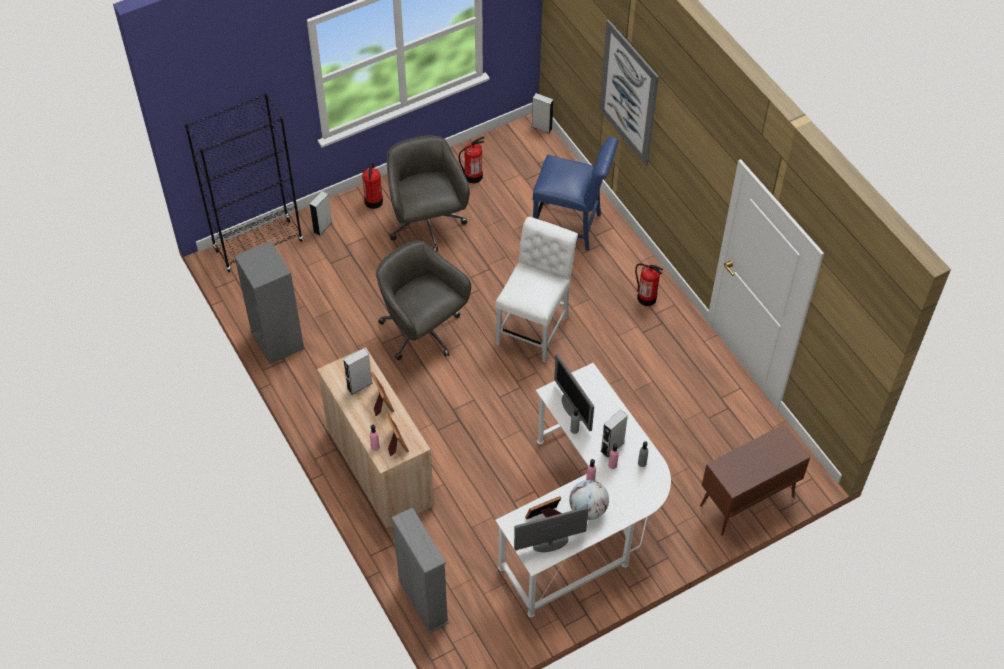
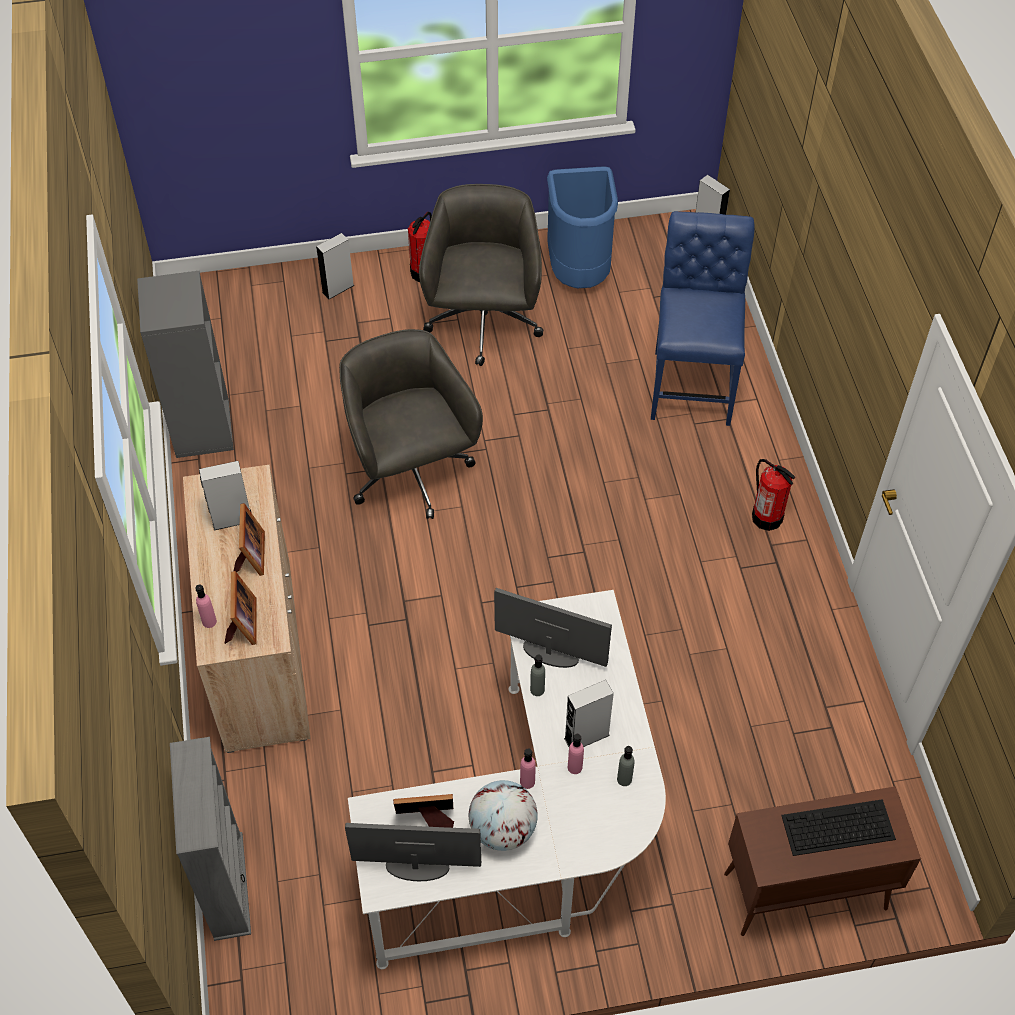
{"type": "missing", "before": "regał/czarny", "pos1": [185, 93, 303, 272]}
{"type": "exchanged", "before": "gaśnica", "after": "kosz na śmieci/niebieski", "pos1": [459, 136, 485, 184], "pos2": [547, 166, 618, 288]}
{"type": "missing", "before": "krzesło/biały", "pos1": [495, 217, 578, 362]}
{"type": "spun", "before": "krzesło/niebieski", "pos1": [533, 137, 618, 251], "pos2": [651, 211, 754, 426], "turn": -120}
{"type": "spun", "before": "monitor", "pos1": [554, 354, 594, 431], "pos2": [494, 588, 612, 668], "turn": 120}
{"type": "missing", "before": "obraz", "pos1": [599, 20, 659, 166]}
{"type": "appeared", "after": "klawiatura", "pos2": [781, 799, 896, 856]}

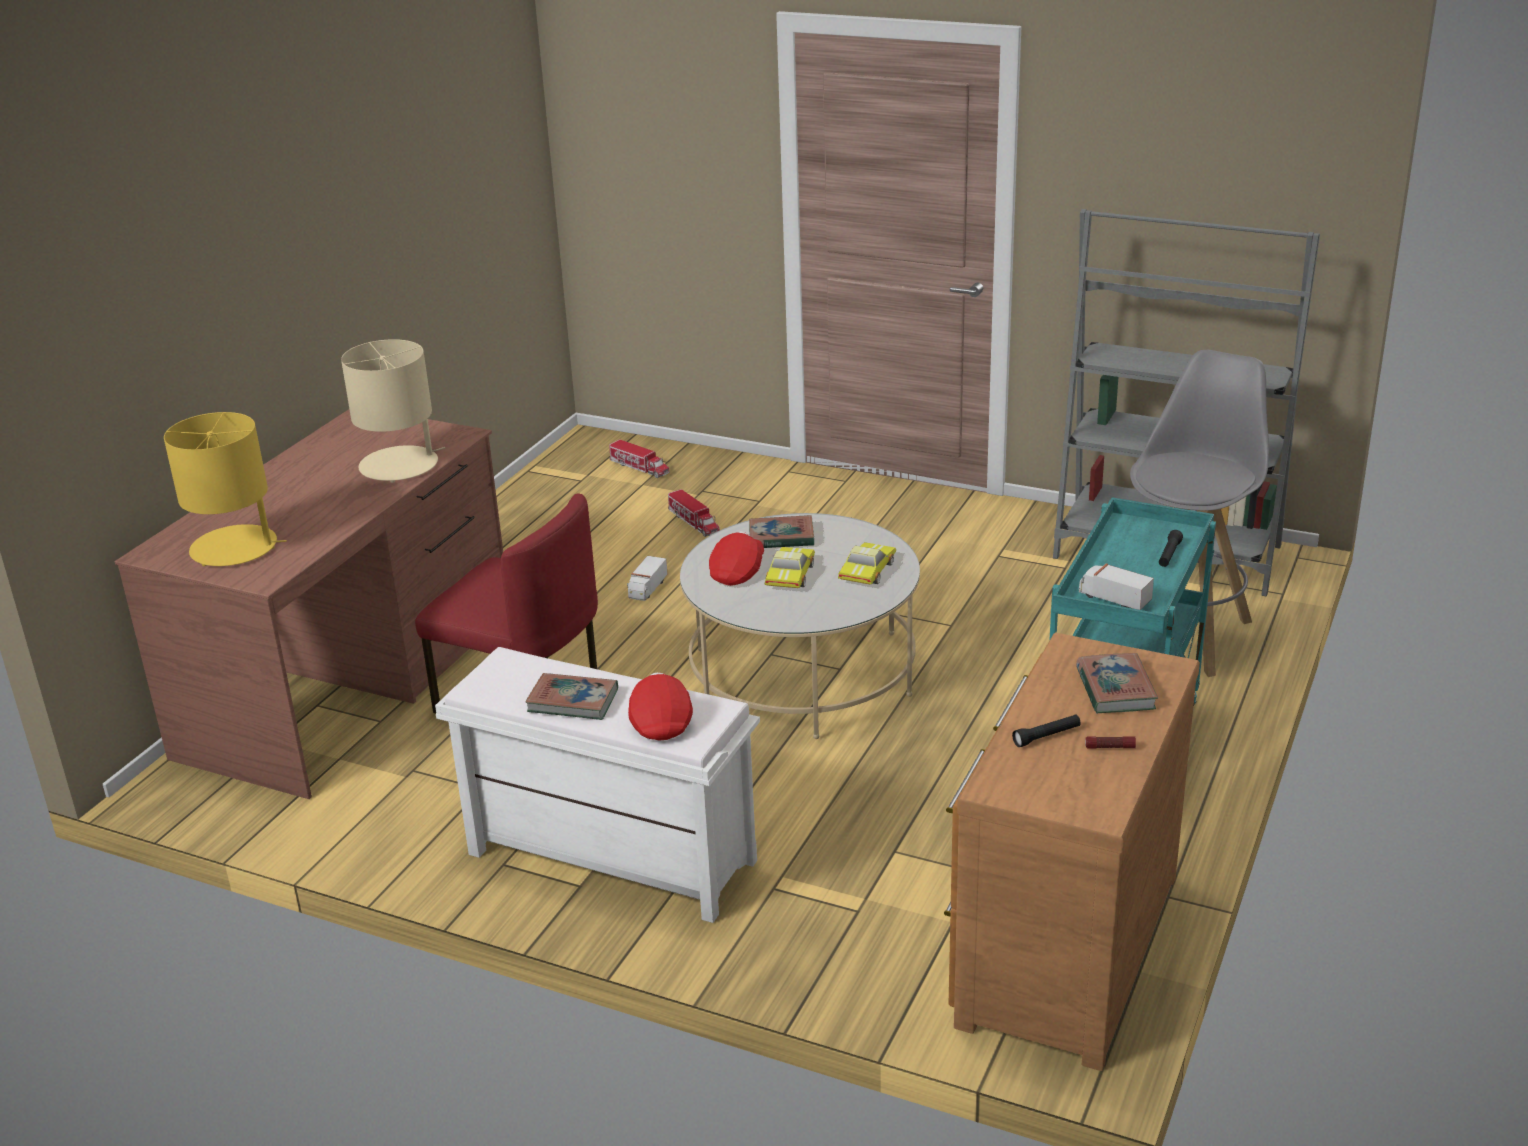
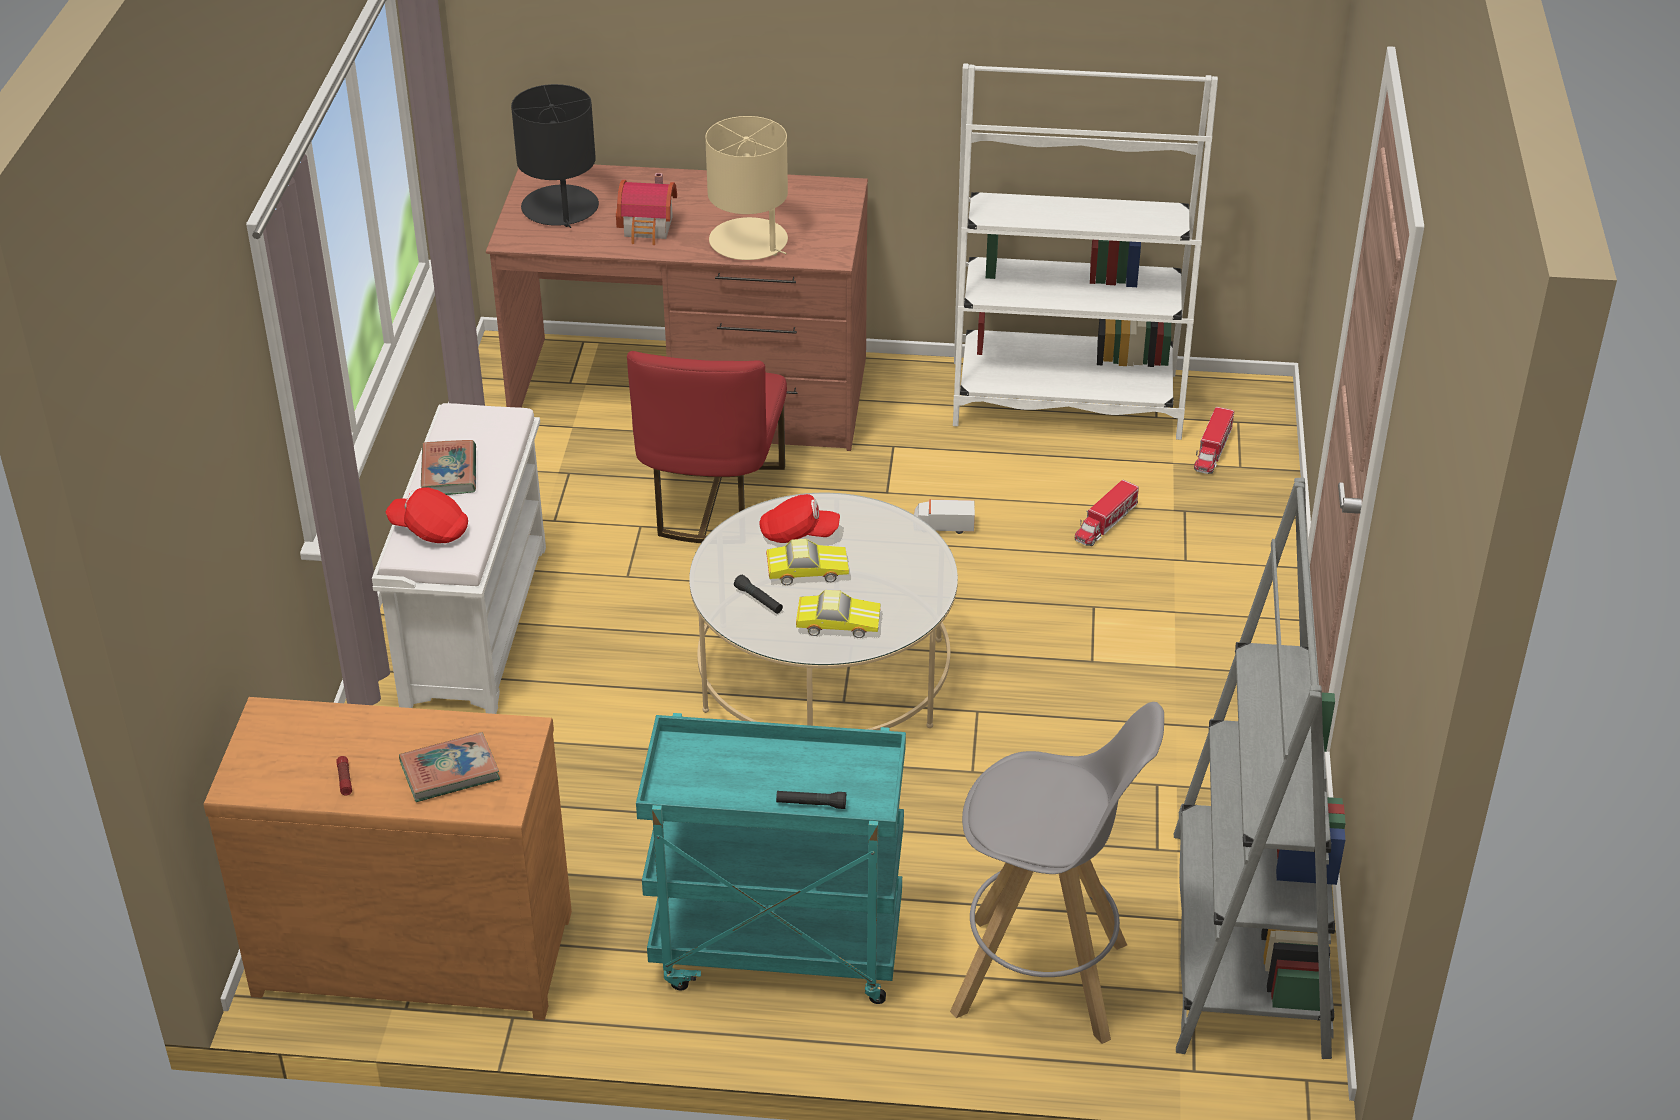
{"type": "colour", "before": "lampa stołowa/żółty", "after": "lampa stołowa/czarny", "pos1": [164, 412, 287, 566], "pos2": [511, 84, 599, 228]}
{"type": "spun", "before": "czapka z daszkiem/czerwony", "pos1": [628, 672, 693, 741], "pos2": [386, 487, 468, 543], "turn": -135}
{"type": "missing", "before": "książka", "pos1": [749, 515, 814, 548]}
{"type": "relocated", "before": "latarka/czarny", "pos1": [1012, 714, 1081, 747], "pos2": [734, 575, 783, 614]}
{"type": "missing", "before": "ciężarówka zabawkowa", "pos1": [1079, 564, 1154, 610]}
{"type": "appeared", "after": "domek", "pos2": [616, 173, 677, 245]}
{"type": "appeared", "after": "regał/biały", "pos2": [953, 63, 1218, 440]}

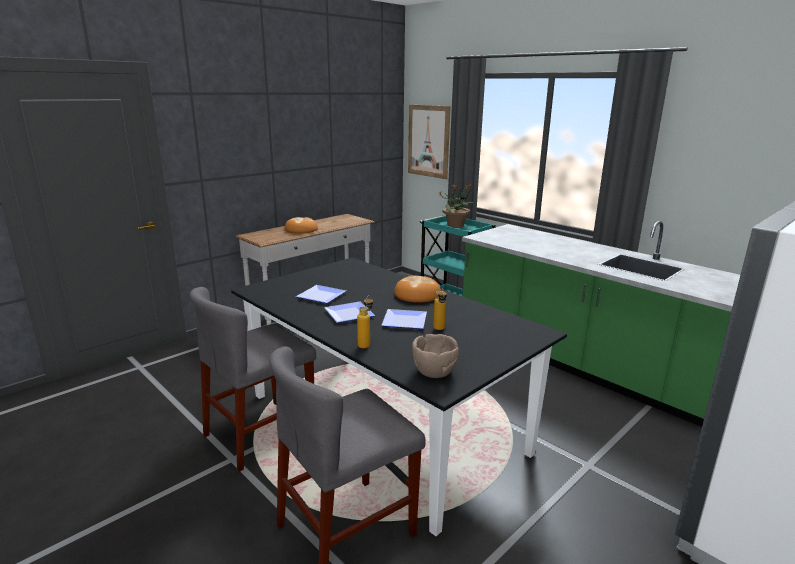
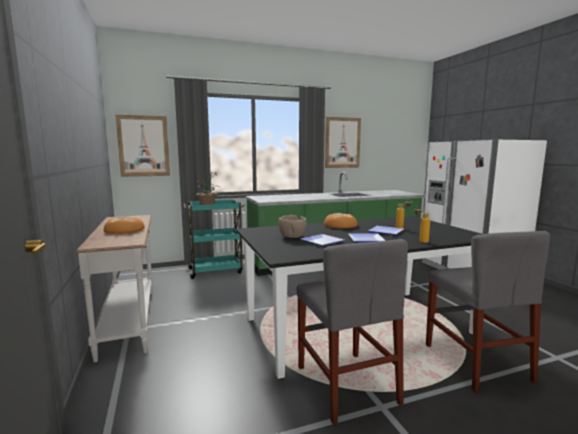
{"type": "relocated", "before": "miska/brązowy", "pos1": [412, 334, 459, 378], "pos2": [278, 215, 307, 238]}
{"type": "appeared", "after": "obraz", "pos2": [325, 117, 361, 168]}

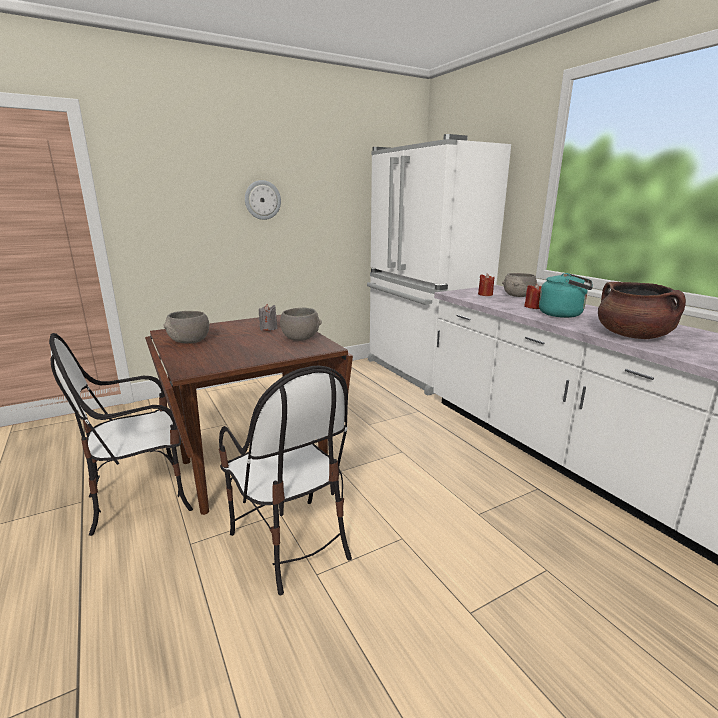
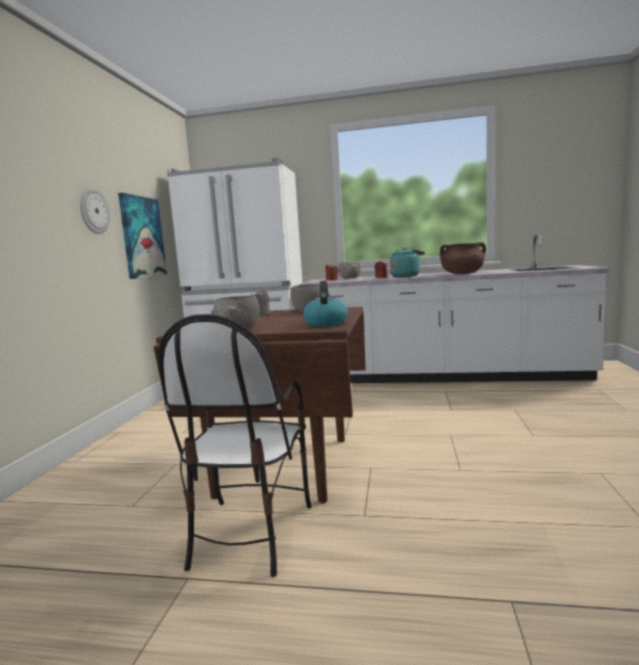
{"type": "missing", "before": "krzesło", "pos1": [219, 366, 352, 595]}
{"type": "appeared", "after": "obraz", "pos2": [118, 193, 167, 279]}
{"type": "appeared", "after": "czajnik", "pos2": [303, 281, 348, 326]}

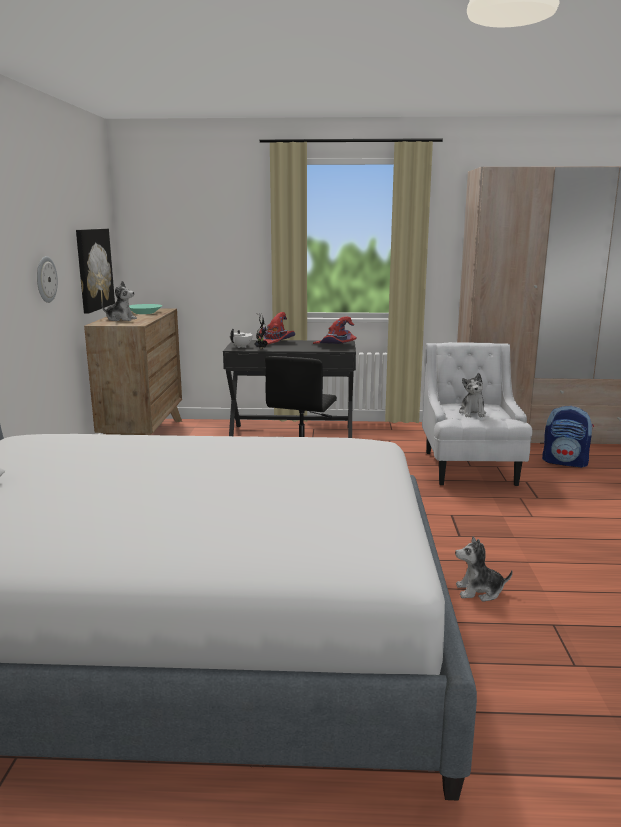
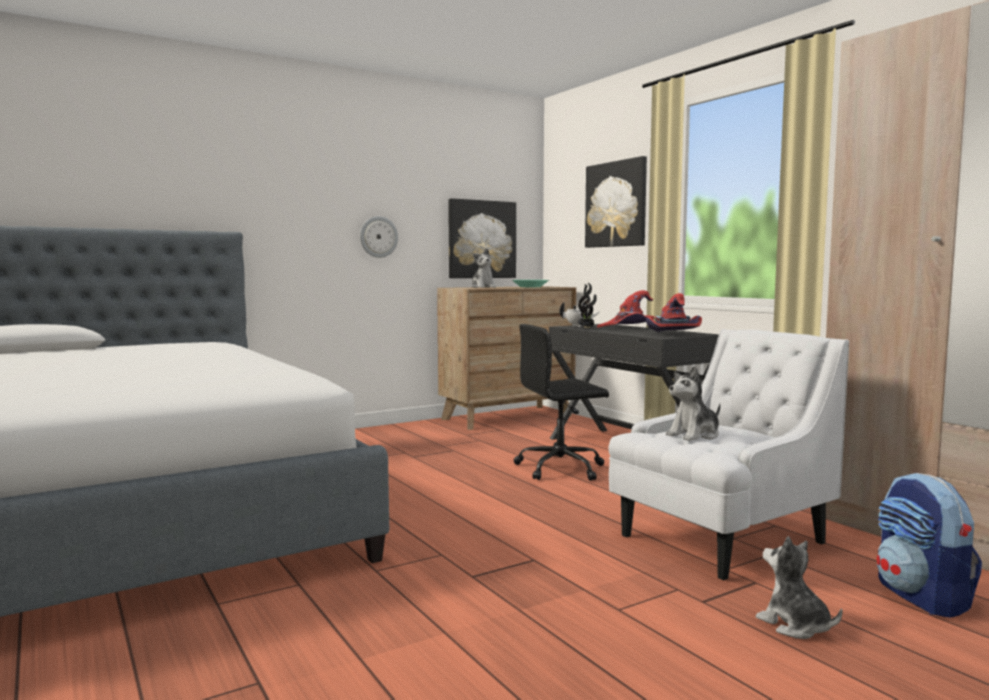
{"type": "relocated", "before": "pluszak", "pos1": [455, 536, 513, 602], "pos2": [756, 536, 843, 639]}
{"type": "appeared", "after": "obraz", "pos2": [585, 156, 647, 248]}

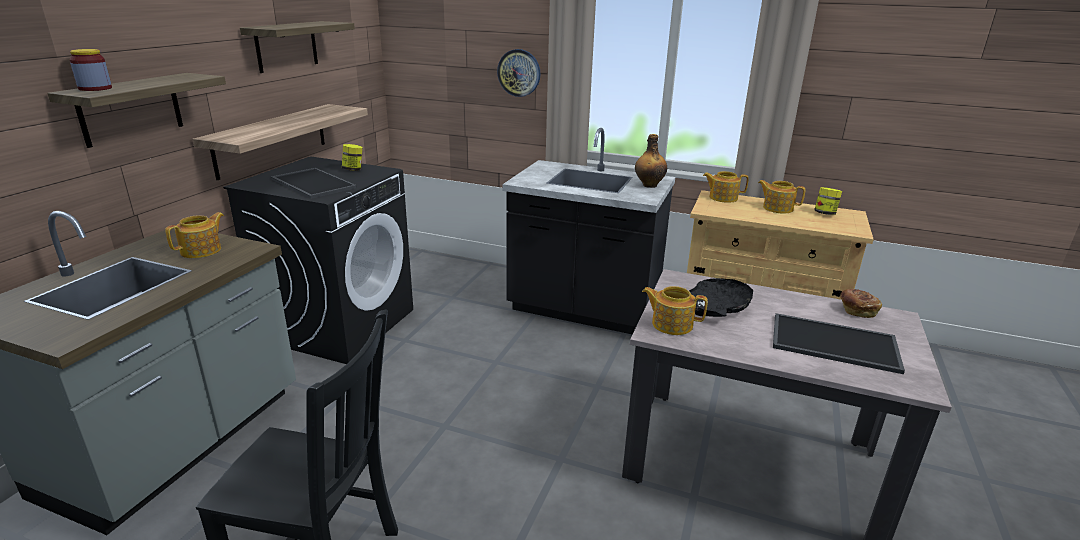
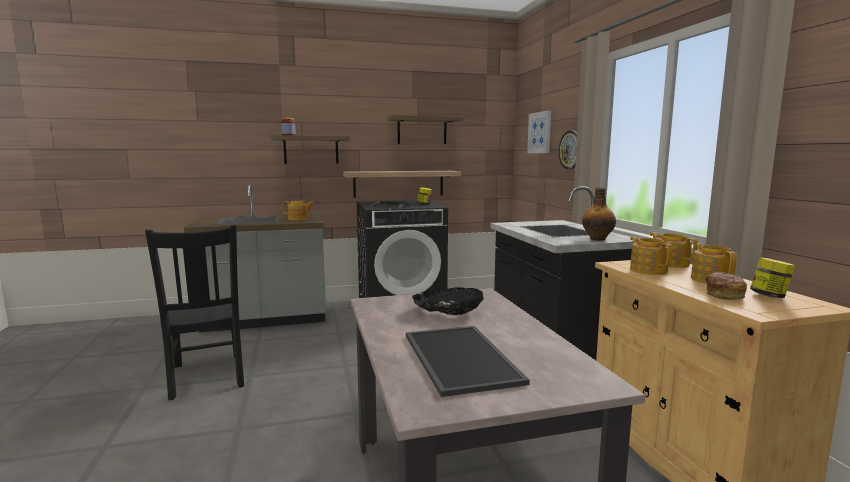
{"type": "relocated", "before": "imbryk", "pos1": [642, 286, 708, 335], "pos2": [630, 237, 673, 275]}
{"type": "relocated", "before": "chleb", "pos1": [840, 289, 882, 318], "pos2": [706, 272, 747, 300]}
{"type": "appeared", "after": "obraz", "pos2": [527, 110, 551, 153]}

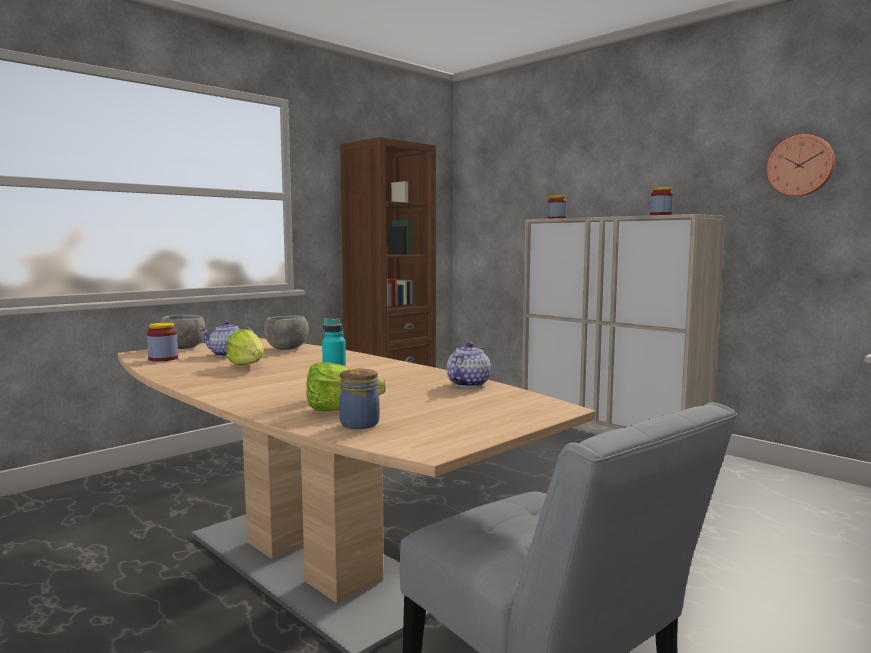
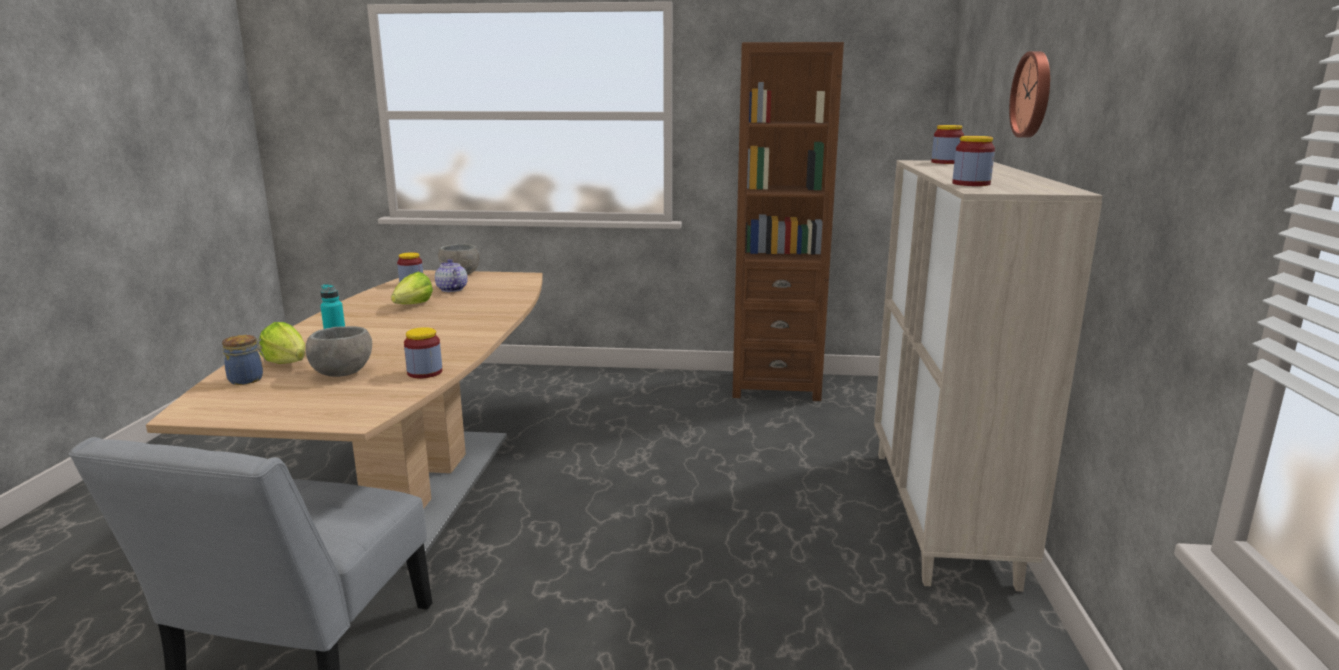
{"type": "relocated", "before": "miska/szary", "pos1": [264, 315, 309, 350], "pos2": [306, 326, 372, 377]}
{"type": "exchanged", "before": "imbryk", "after": "słoik", "pos1": [447, 342, 491, 388], "pos2": [404, 327, 442, 379]}
{"type": "relocated", "before": "zegar ścienny", "pos1": [766, 134, 835, 196], "pos2": [1009, 51, 1050, 138]}

